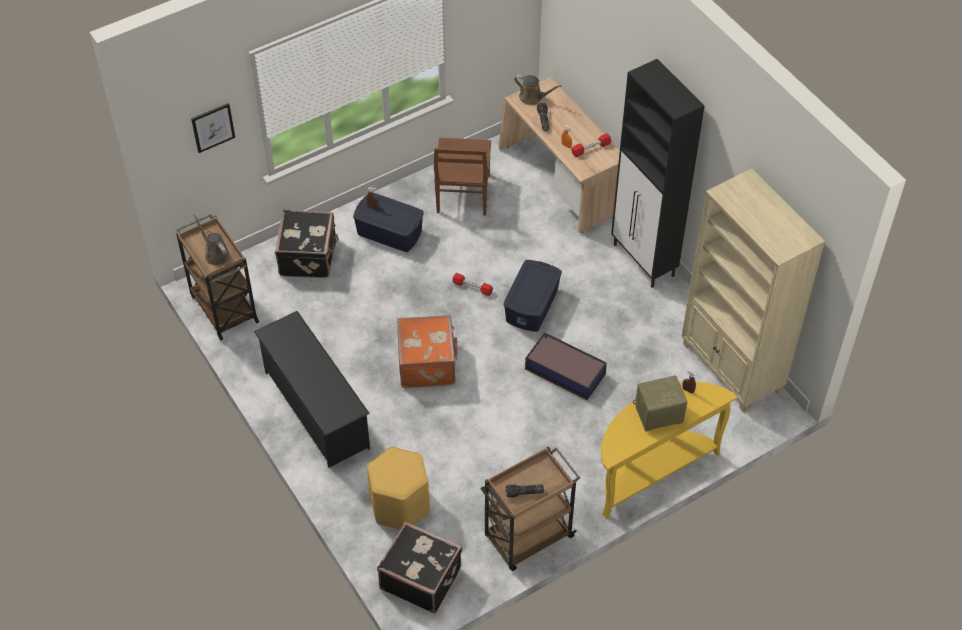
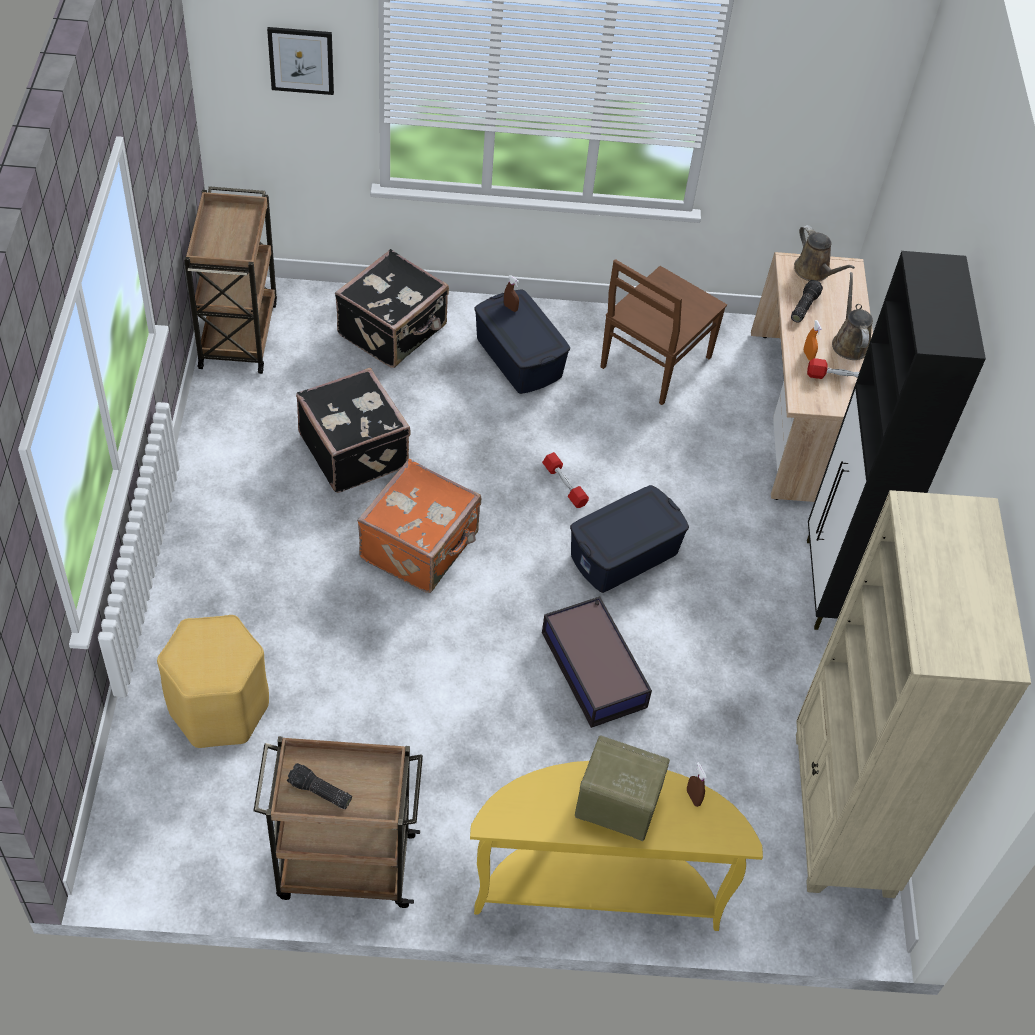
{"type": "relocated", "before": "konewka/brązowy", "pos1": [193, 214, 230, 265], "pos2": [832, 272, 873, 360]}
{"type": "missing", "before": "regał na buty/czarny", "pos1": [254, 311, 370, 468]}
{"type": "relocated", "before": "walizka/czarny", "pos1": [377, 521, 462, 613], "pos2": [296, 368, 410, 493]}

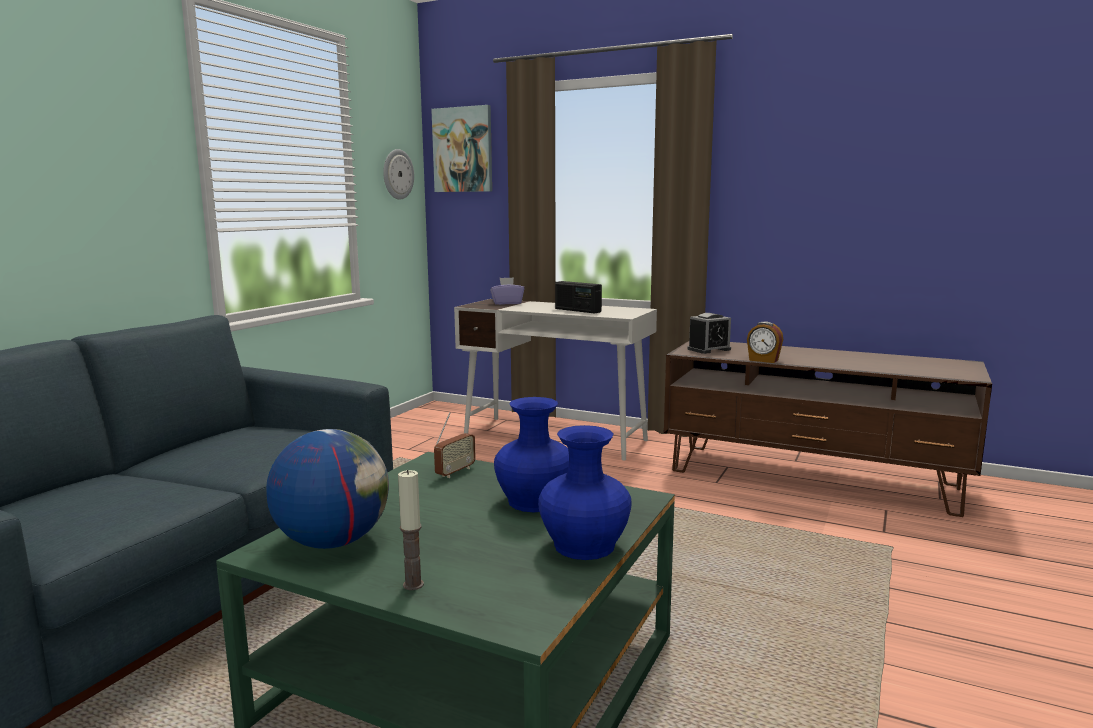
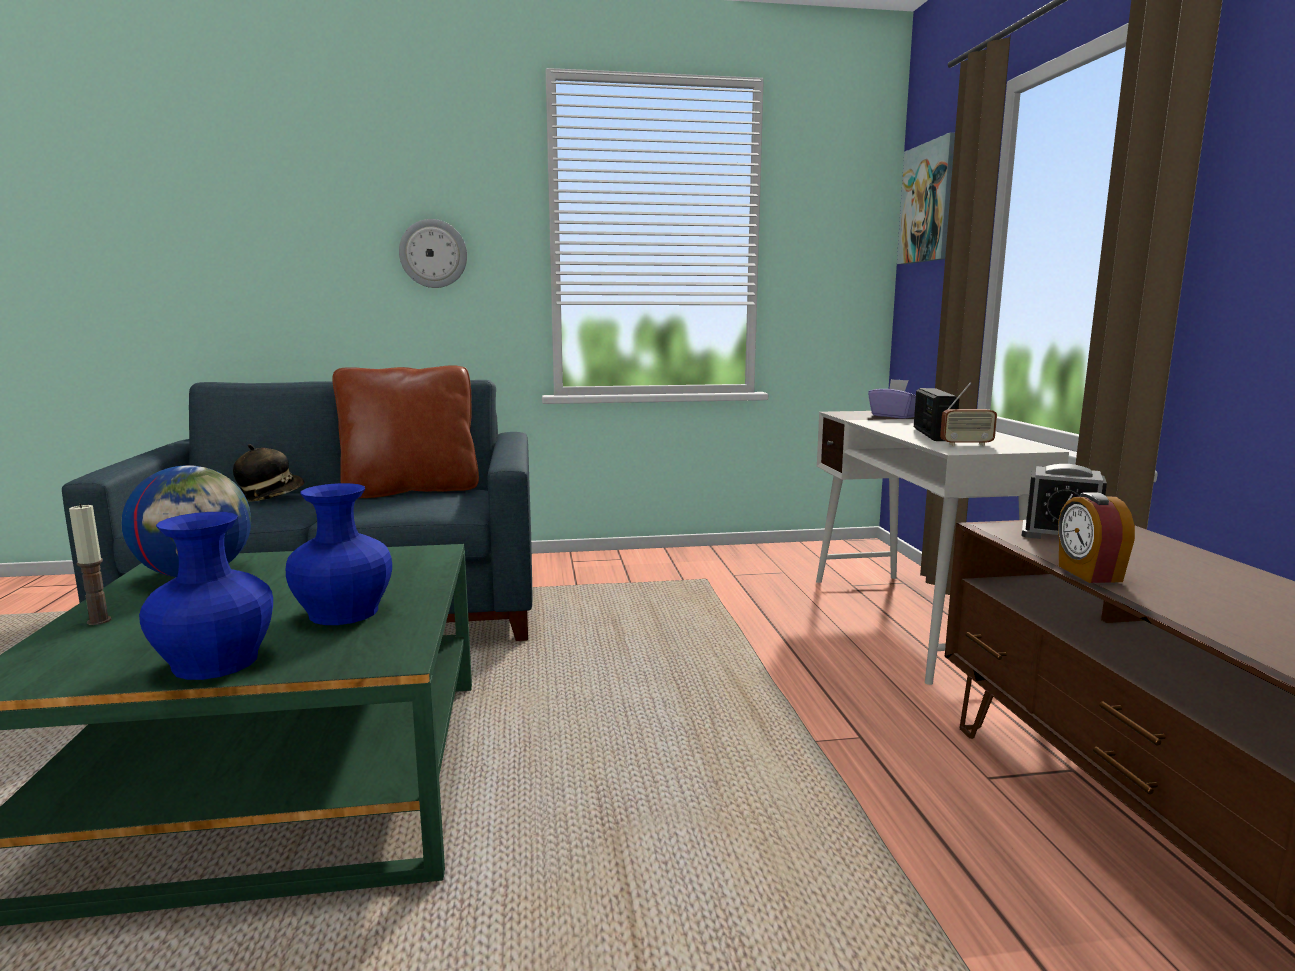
{"type": "relocated", "before": "zegar ścienny", "pos1": [383, 149, 414, 200], "pos2": [399, 219, 467, 288]}
{"type": "relocated", "before": "radio", "pos1": [434, 412, 476, 478], "pos2": [940, 382, 997, 446]}
{"type": "appeared", "after": "kapelusz", "pos2": [233, 444, 304, 502]}
{"type": "appeared", "after": "poduszka/brązowy", "pos2": [332, 365, 479, 498]}

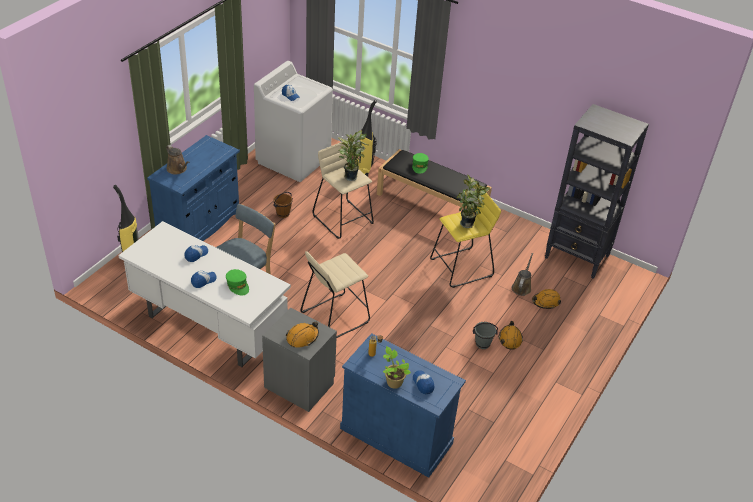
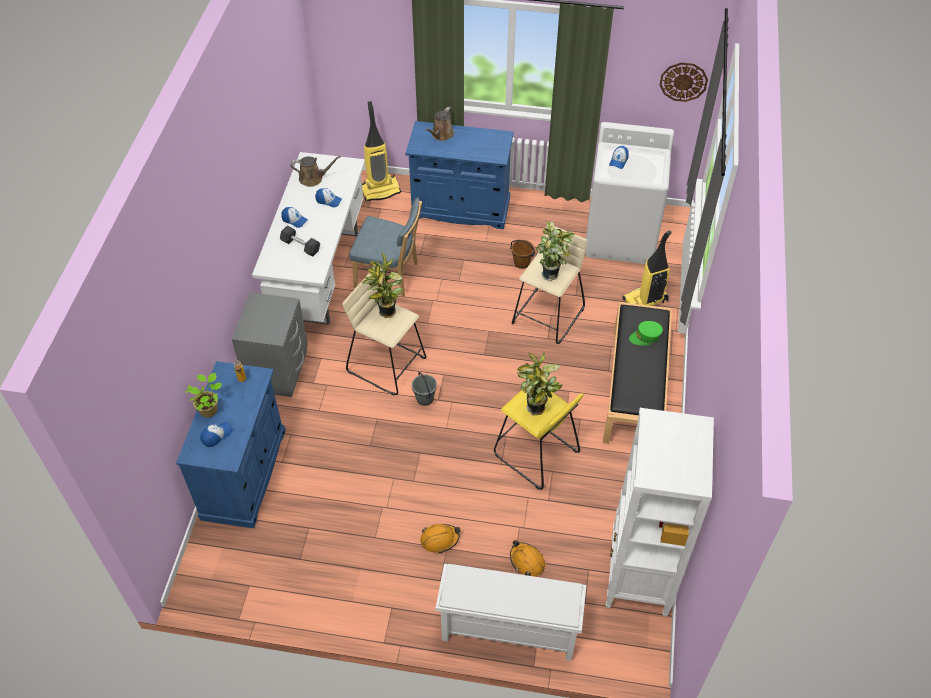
{"type": "exchanged", "before": "czapka z daszkiem/zielony", "after": "hantel/szary", "pos1": [226, 269, 249, 296], "pos2": [280, 226, 320, 257]}
{"type": "missing", "before": "kask/pomarańczowy", "pos1": [286, 322, 319, 347]}
{"type": "relocated", "before": "wiadro/szary", "pos1": [473, 322, 498, 349], "pos2": [412, 372, 437, 406]}
{"type": "relocated", "before": "konewka/brązowy", "pos1": [512, 253, 533, 296], "pos2": [291, 156, 341, 187]}
{"type": "colour", "before": "regał/czarny", "after": "regał/biały", "pos1": [545, 104, 649, 279], "pos2": [606, 408, 714, 617]}
{"type": "appeared", "after": "roślina doniczkowa", "pos2": [361, 251, 403, 318]}
{"type": "appeared", "after": "regał na buty/biały", "pos2": [435, 564, 586, 661]}
{"type": "appeared", "after": "zegar ścienny", "pos2": [660, 62, 708, 102]}

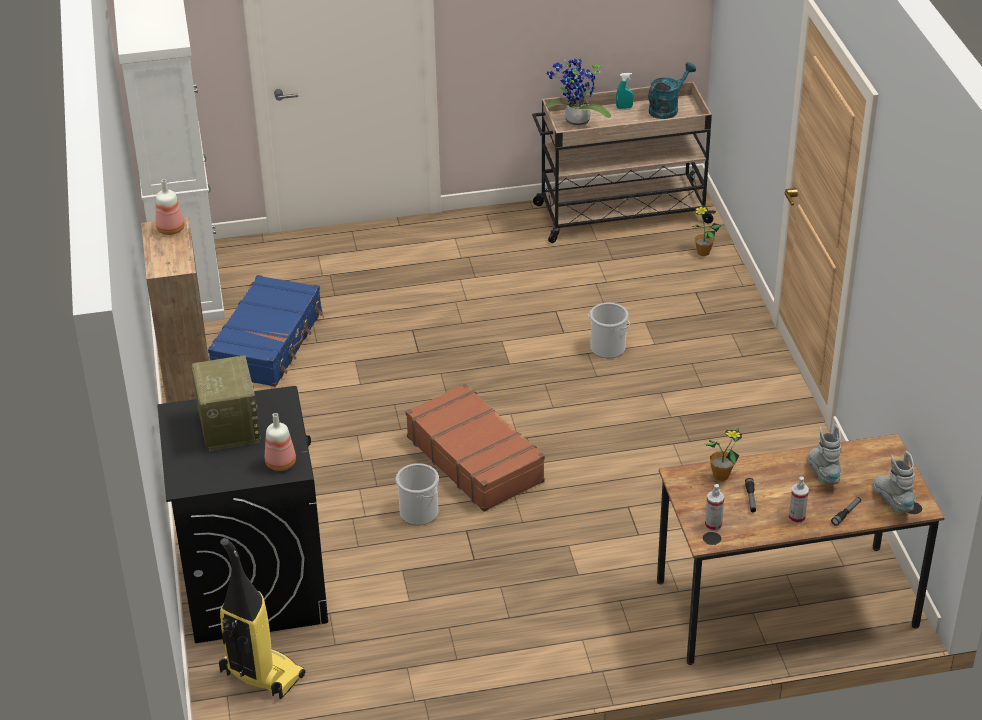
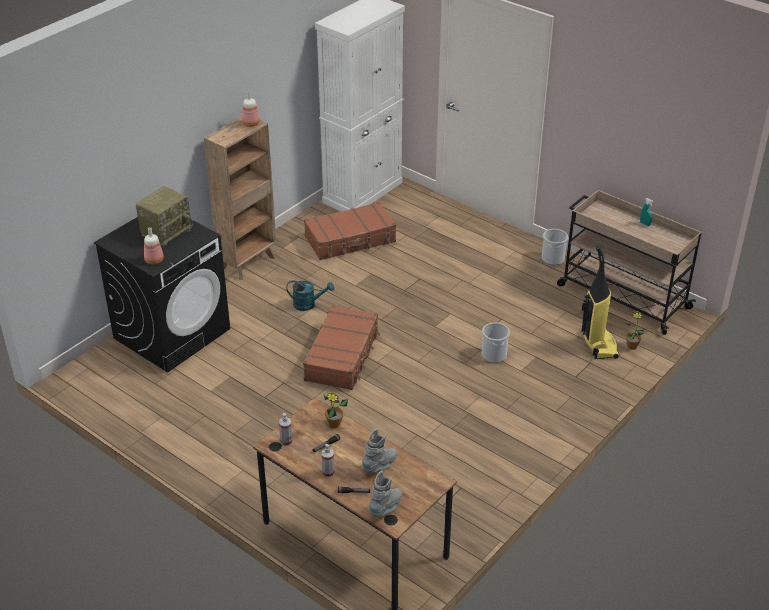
{"type": "colour", "before": "walizka/niebieski", "after": "walizka/brązowy", "pos1": [208, 275, 323, 387], "pos2": [304, 202, 396, 260]}
{"type": "relocated", "before": "odkurzacz", "pos1": [219, 538, 305, 700], "pos2": [582, 246, 619, 359]}
{"type": "relocated", "before": "wiadro", "pos1": [396, 463, 439, 525], "pos2": [542, 229, 568, 265]}
{"type": "missing", "before": "roślina doniczkowa", "pos1": [545, 59, 611, 127]}
{"type": "relocated", "before": "konewka/turkusowy", "pos1": [648, 62, 696, 119], "pos2": [286, 281, 334, 311]}

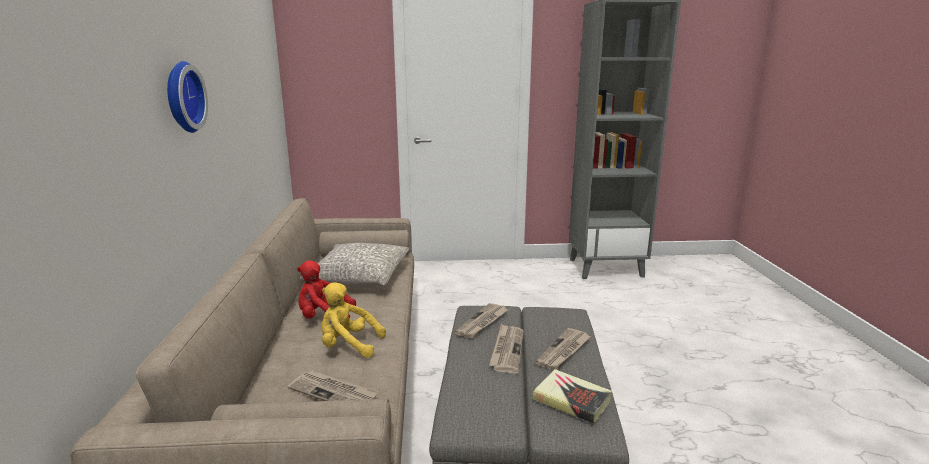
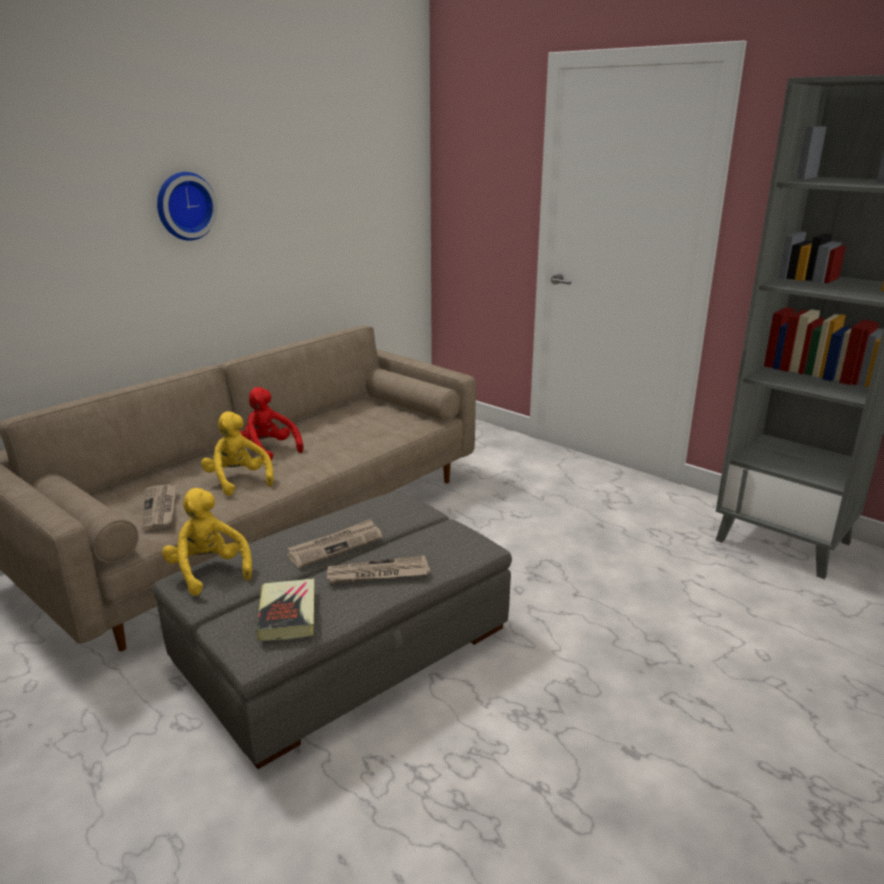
{"type": "missing", "before": "poduszka/szary", "pos1": [300, 243, 409, 287]}
{"type": "missing", "before": "gazeta", "pos1": [454, 303, 509, 339]}
{"type": "appeared", "after": "pluszak/żółty", "pos2": [162, 488, 252, 596]}

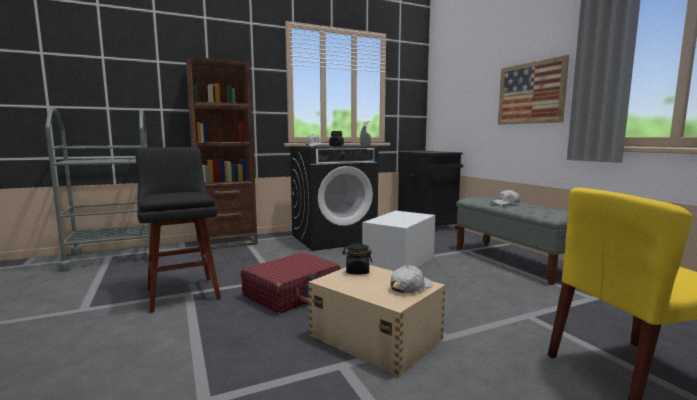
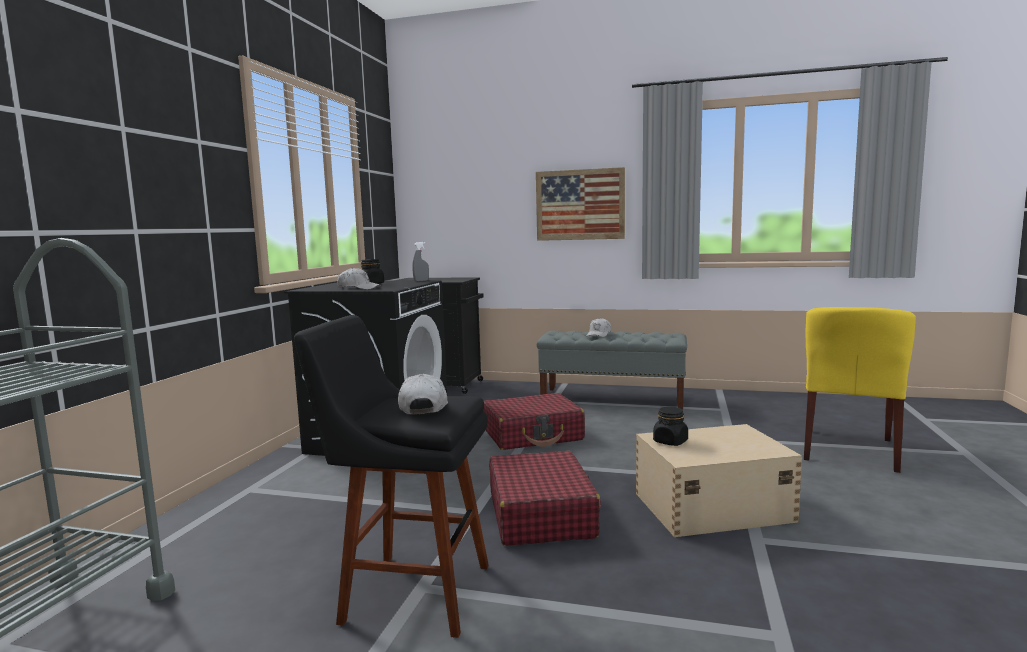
{"type": "missing", "before": "regał/brązowy", "pos1": [186, 57, 258, 249]}
{"type": "exchanged", "before": "pojemnik do przechowywania/biały", "after": "walizka/czerwony", "pos1": [362, 211, 435, 271], "pos2": [483, 393, 585, 450]}
{"type": "relocated", "before": "czapka z daszkiem/biały", "pos1": [390, 266, 433, 294], "pos2": [398, 374, 448, 415]}

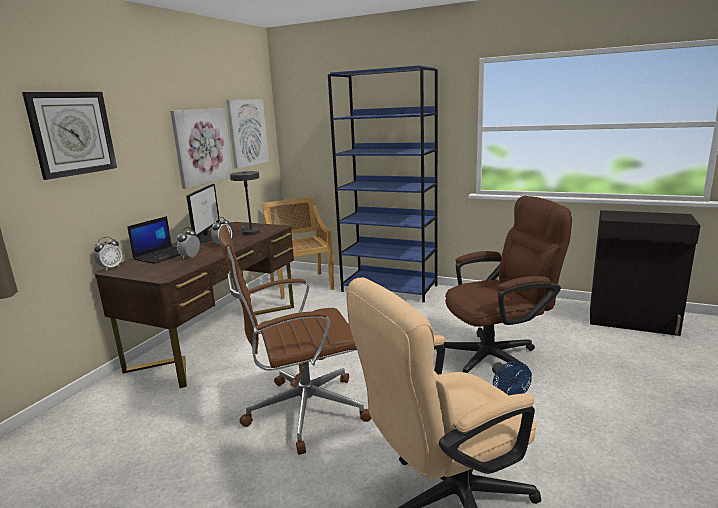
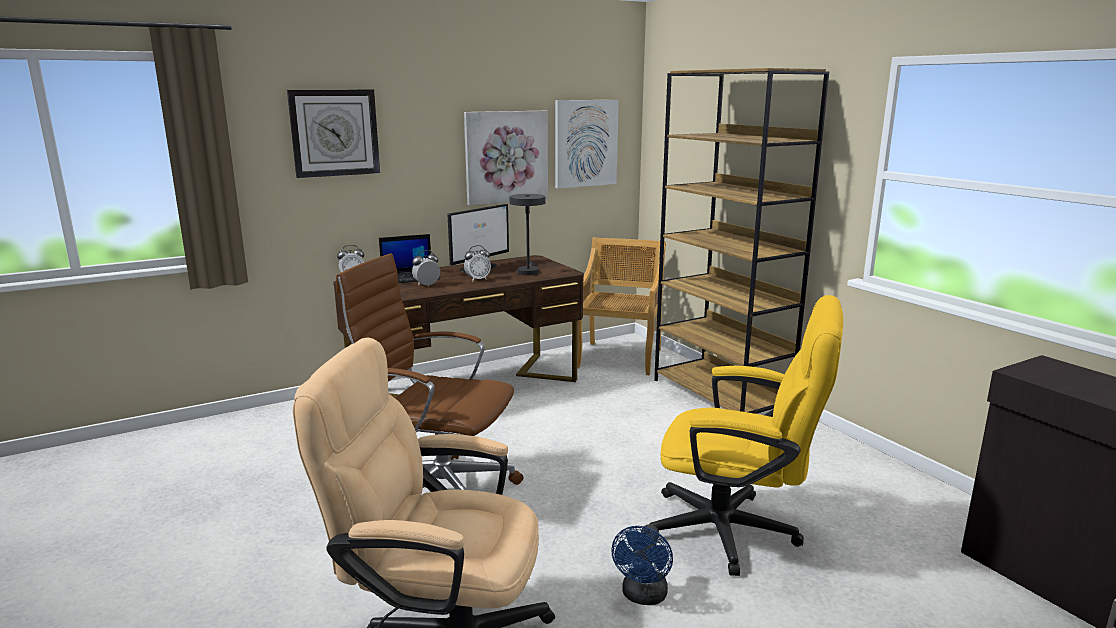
{"type": "colour", "before": "regał/niebieski", "after": "regał/brązowy", "pos1": [328, 65, 438, 302], "pos2": [654, 68, 829, 414]}
{"type": "colour", "before": "krzesło biurowe/brązowy", "after": "krzesło biurowe/żółty", "pos1": [436, 196, 572, 376], "pos2": [650, 295, 843, 576]}

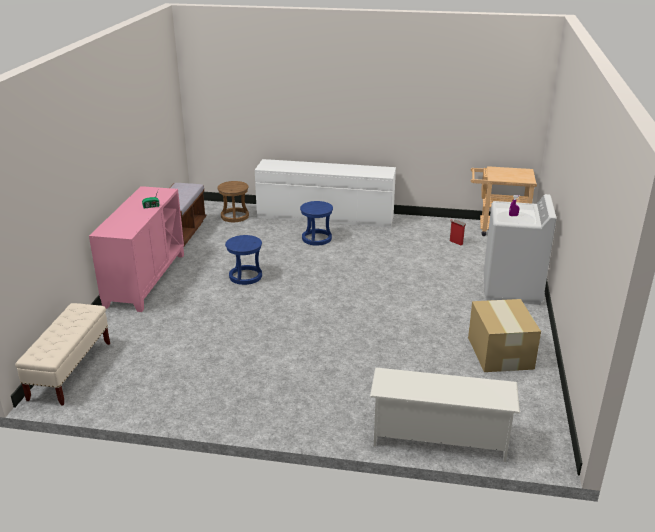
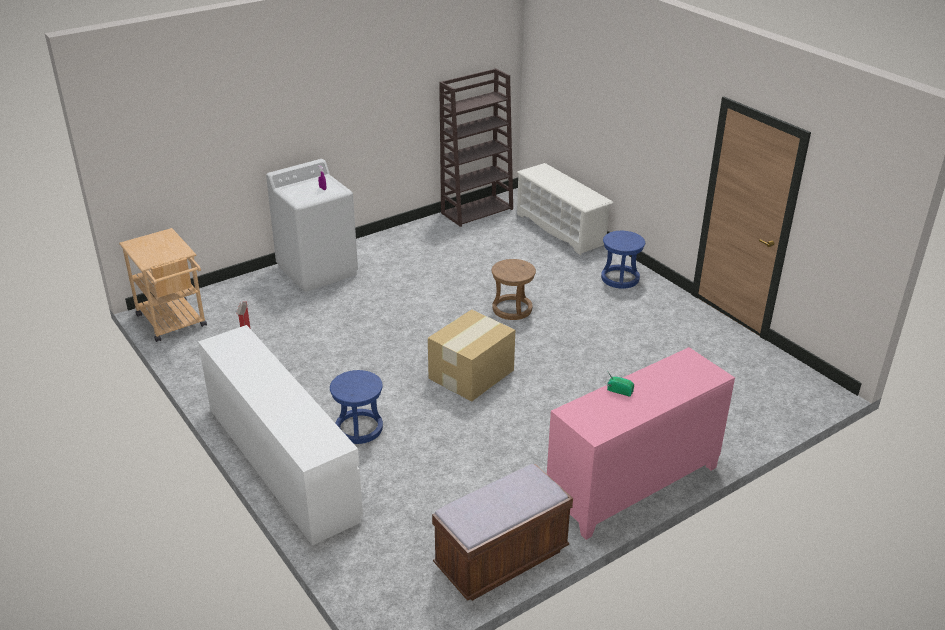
{"type": "missing", "before": "ławka/beżowy", "pos1": [15, 303, 110, 405]}
{"type": "relocated", "before": "stołek/brązowy", "pos1": [217, 181, 249, 222], "pos2": [492, 259, 536, 320]}
{"type": "relocated", "before": "stołek/niebieski", "pos1": [225, 235, 262, 285], "pos2": [601, 231, 645, 289]}
{"type": "relocated", "before": "karton", "pos1": [468, 299, 541, 372], "pos2": [428, 309, 515, 402]}
{"type": "appeared", "after": "regał/brązowy", "pos2": [439, 68, 513, 227]}

